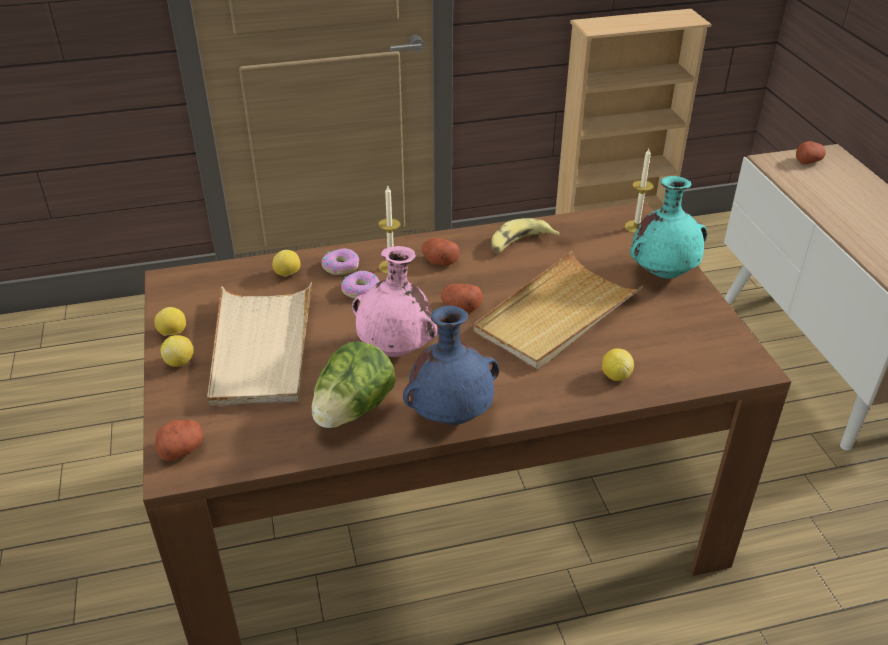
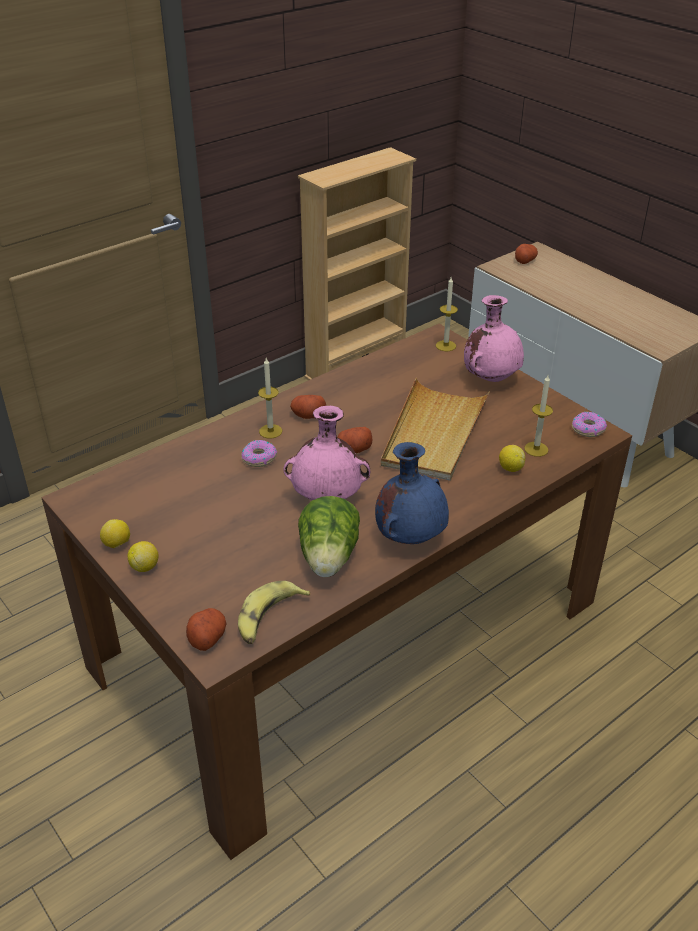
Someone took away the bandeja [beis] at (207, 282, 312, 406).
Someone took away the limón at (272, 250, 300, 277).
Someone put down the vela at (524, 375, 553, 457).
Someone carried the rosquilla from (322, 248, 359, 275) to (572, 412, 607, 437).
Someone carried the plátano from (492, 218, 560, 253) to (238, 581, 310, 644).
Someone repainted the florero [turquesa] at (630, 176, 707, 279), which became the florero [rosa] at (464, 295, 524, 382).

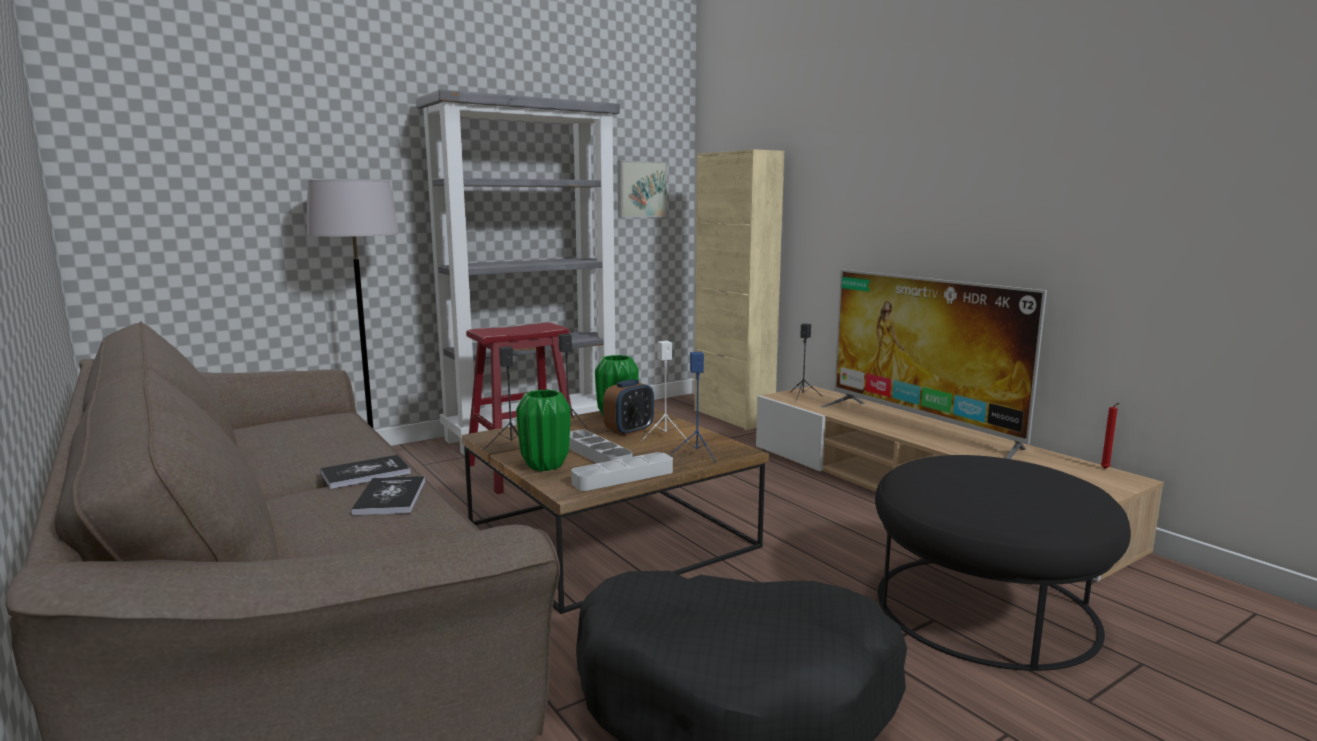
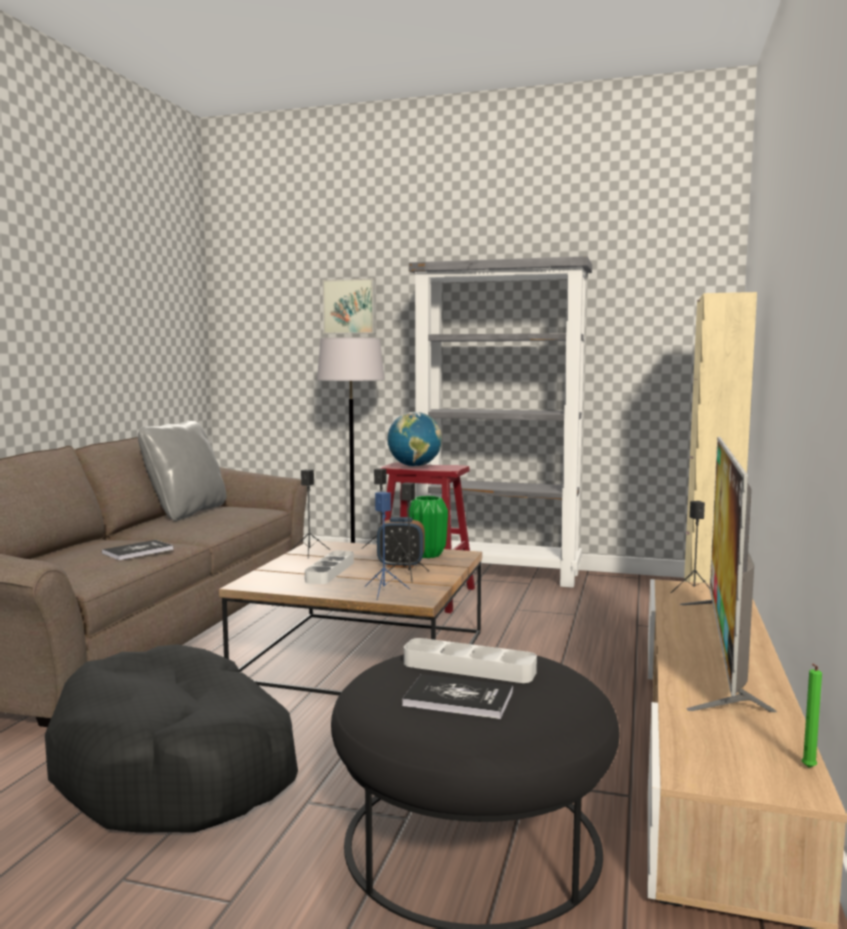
Someone took away the florero [verde] at (516, 390, 571, 471).
Someone put down the cojín [gris] at (138, 421, 227, 521).
Someone put down the globo terráqueo at (387, 412, 442, 467).
Someone carried the libro from (320, 455, 411, 489) to (402, 674, 513, 719).
Someone carried the bandeja [gris] from (571, 452, 673, 491) to (404, 638, 537, 683).
Someone carried the cuadro from (618, 160, 667, 218) to (322, 278, 376, 334).
Someone repainted the altavoz [blanco] at (641, 341, 688, 442), which became the altavoz [negro] at (386, 482, 430, 583).
Someone repainted the vela [rojo] at (1101, 403, 1119, 469), which became the vela [verde] at (802, 664, 822, 768).

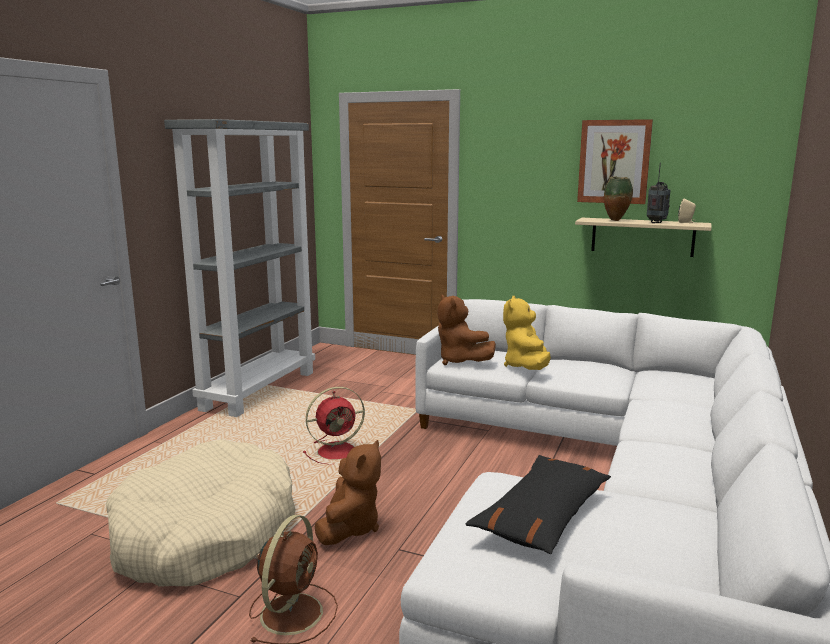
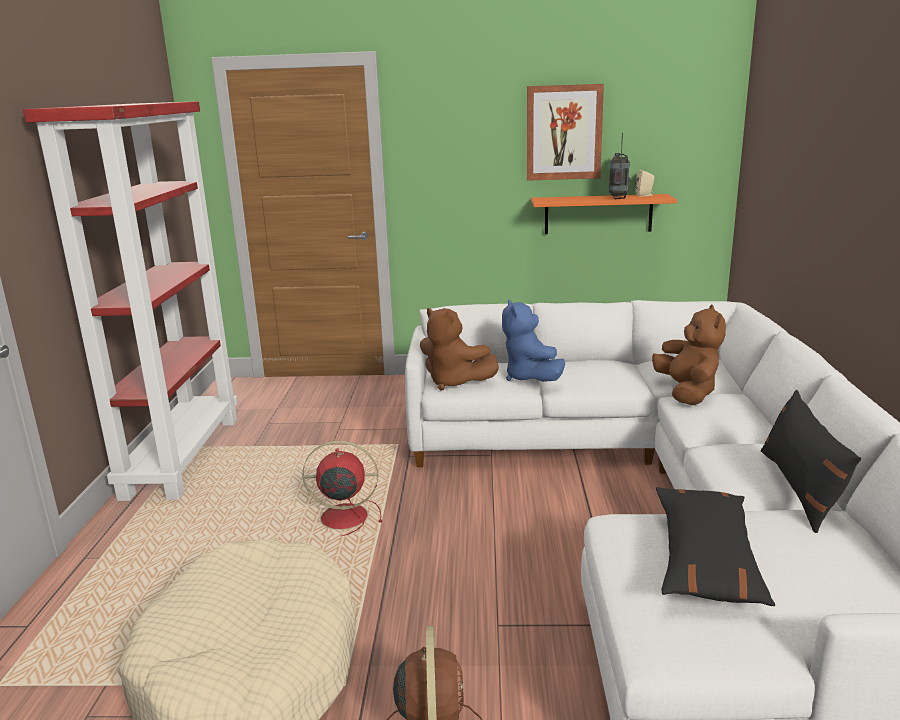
Someone took away the florero at (604, 177, 633, 221).
Someone put down the cojín [negro] at (761, 390, 861, 533).
Someone carried the peluche [marrón] from (315, 440, 381, 545) to (652, 305, 726, 405).
Someone repainted the estantería [gris] at (164, 119, 315, 417), which became the estantería [rojo] at (23, 101, 238, 501).
Someone repainted the peluche [amarillo] at (503, 296, 551, 370), which became the peluche [azul] at (502, 299, 565, 382).
Someone repainted the estante [beis] at (575, 218, 712, 257), which became the estante [naranja] at (531, 194, 677, 234).
Someone rotated the ventilador [rojo] at (303, 387, 365, 464) by 135 degrees counterclockwise.

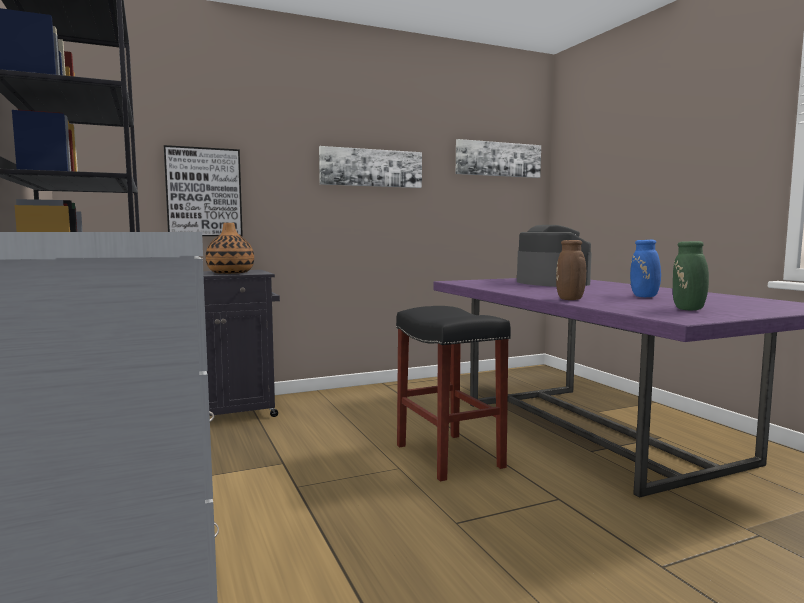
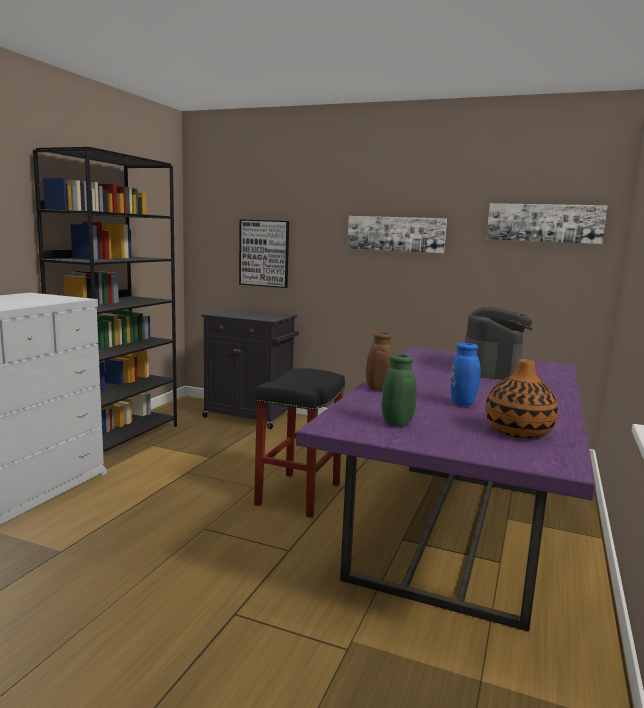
Someone carried the florero from (206, 223, 254, 274) to (486, 359, 558, 438).

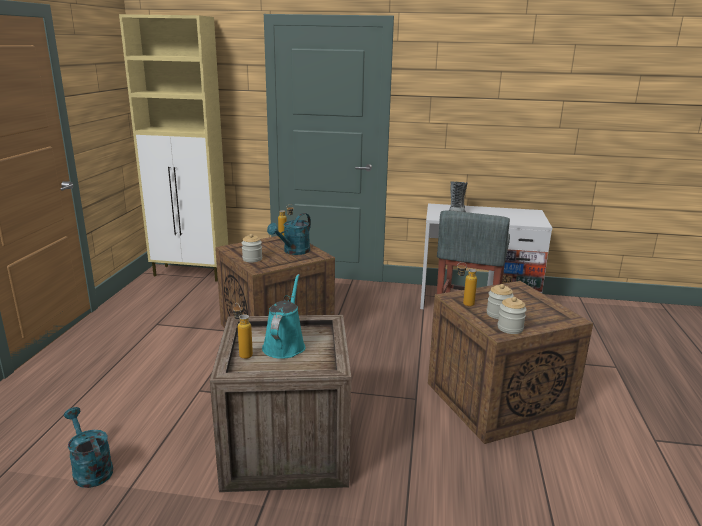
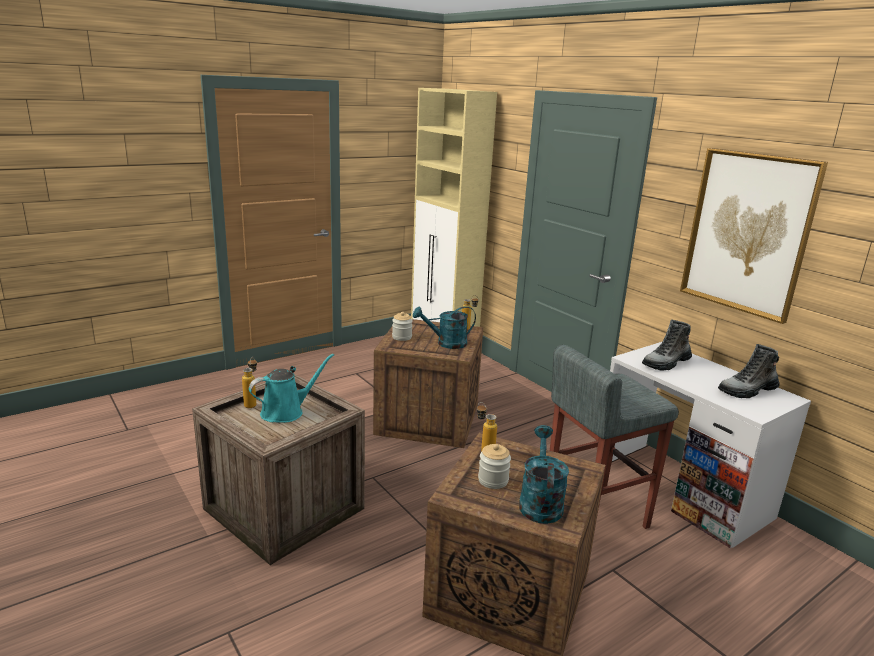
Someone took away the tarro at (498, 297, 527, 334).
Someone put up the cuadro at (680, 148, 828, 324).
Someone put down the bota at (718, 344, 780, 398).
Someone carried the regadera [turquesa] from (64, 407, 113, 488) to (519, 425, 569, 524).

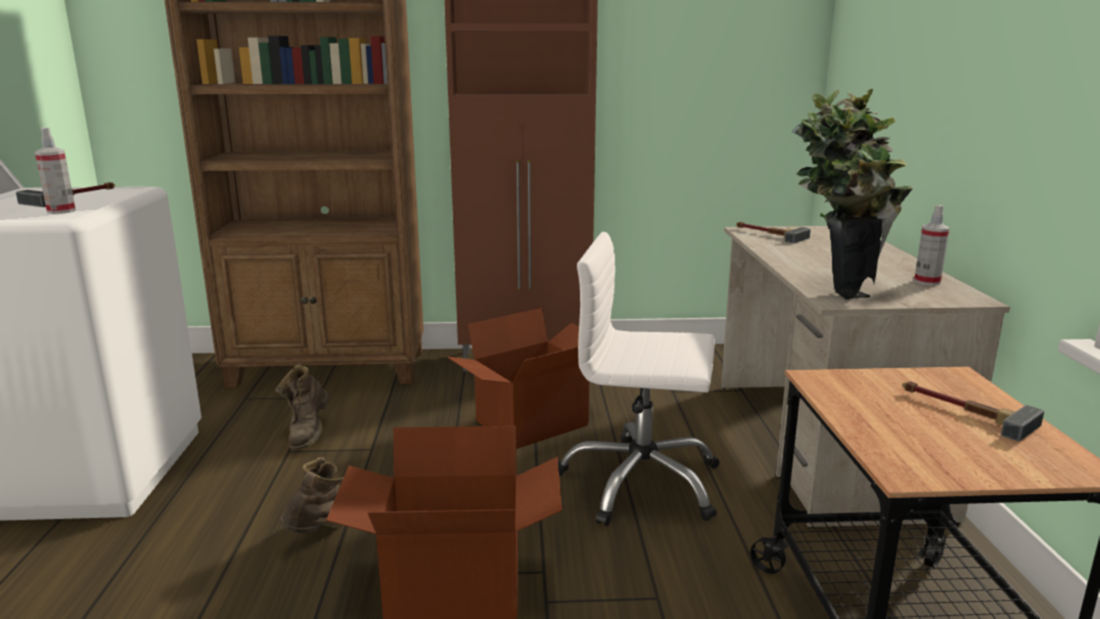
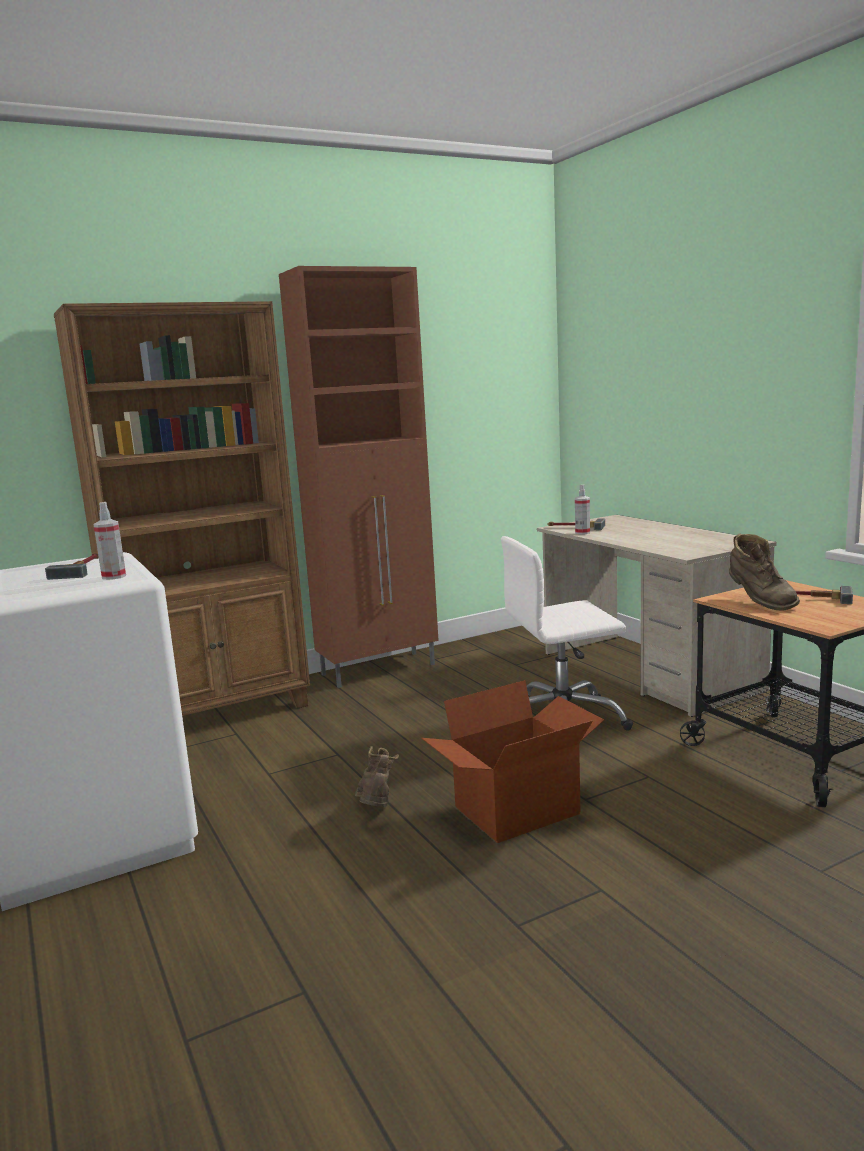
Someone took away the caja de cartón at (447, 308, 589, 449).
Someone took away the planta en maceta at (792, 89, 913, 300).
Someone carried the bota [marrón] from (275, 364, 329, 451) to (729, 533, 800, 611).
Someone carried the pulverizador from (914, 205, 950, 286) to (575, 484, 590, 535).

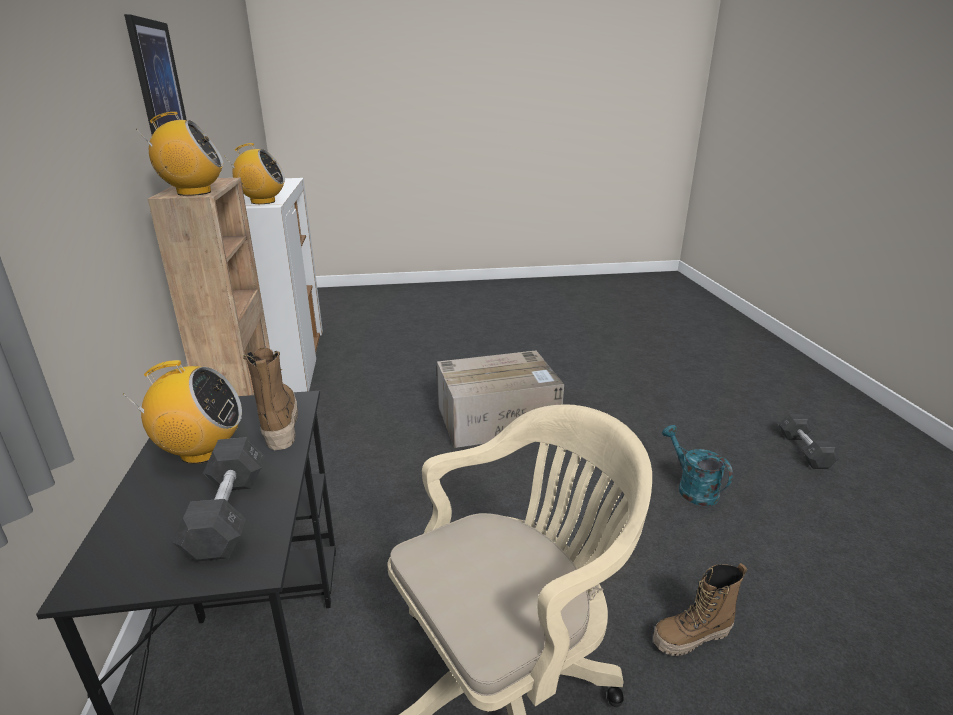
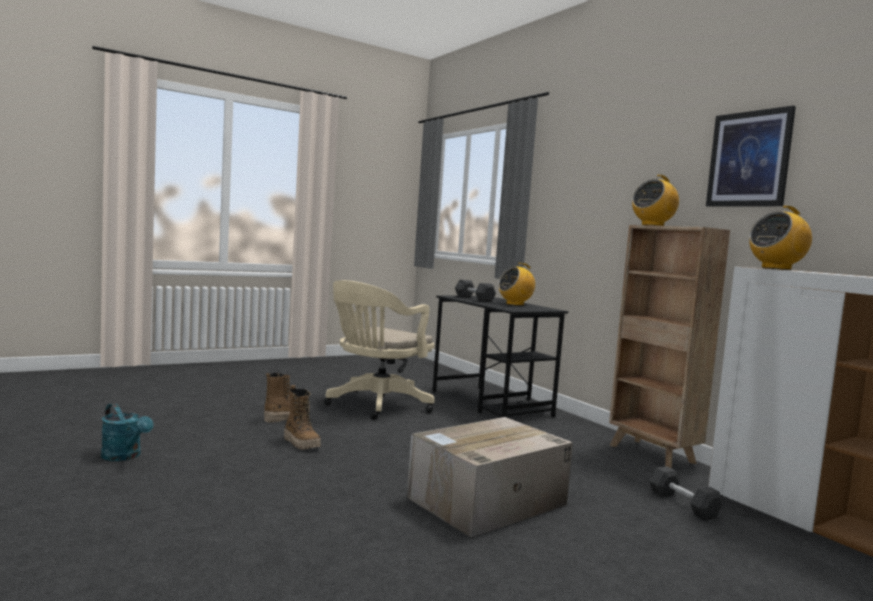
Someone carried the bota from (243, 348, 298, 451) to (284, 385, 321, 450).
Someone carried the regadera [turquesa] from (662, 425, 733, 506) to (101, 403, 153, 461).
Someone carried the mancuerna [gris] from (779, 414, 839, 469) to (649, 466, 723, 521).

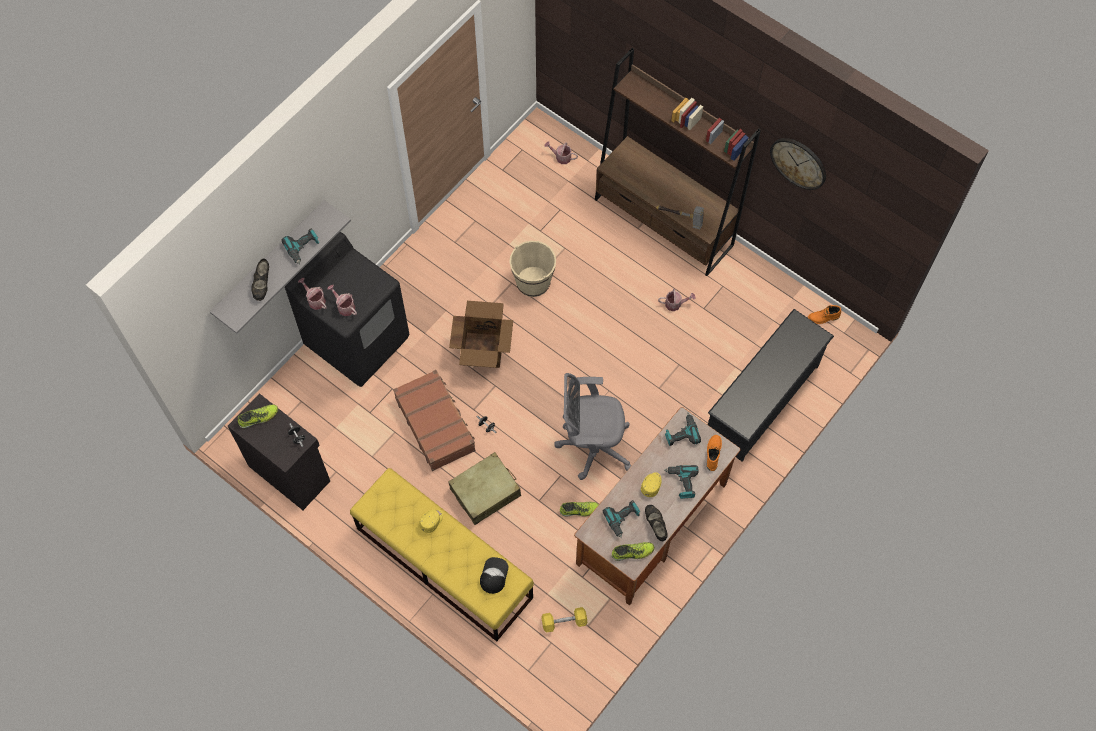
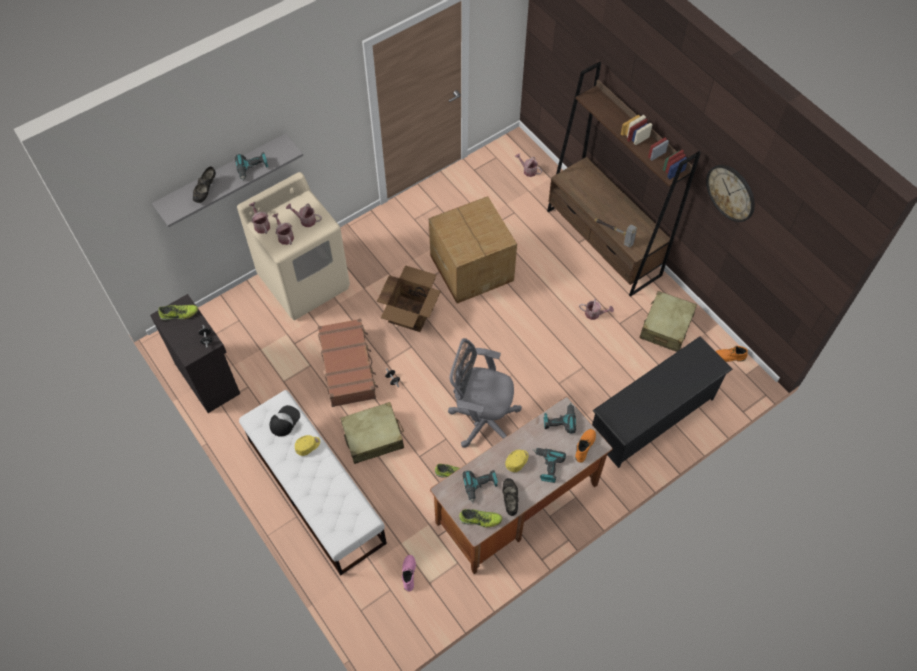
Someone put down the regadera at (286, 203, 322, 227).
Someone put down the maleta [beis] at (640, 291, 697, 352).
Someone carried the gorra from (480, 557, 508, 594) to (270, 405, 300, 437).
Someone swapped the cubo [beis] at (509, 241, 556, 297) for the caja de cartón at (429, 196, 517, 303).
Someone swapped the mancuerna [amarillo] at (541, 607, 587, 633) for the bota [rosa] at (402, 555, 416, 591).
Someone repainted the lavadora [negro] at (285, 232, 409, 387), which became the lavadora [beis] at (237, 172, 350, 320).
Someone repainted the banco [amarillo] at (350, 468, 534, 642), which became the banco [blanco] at (239, 390, 387, 575).

